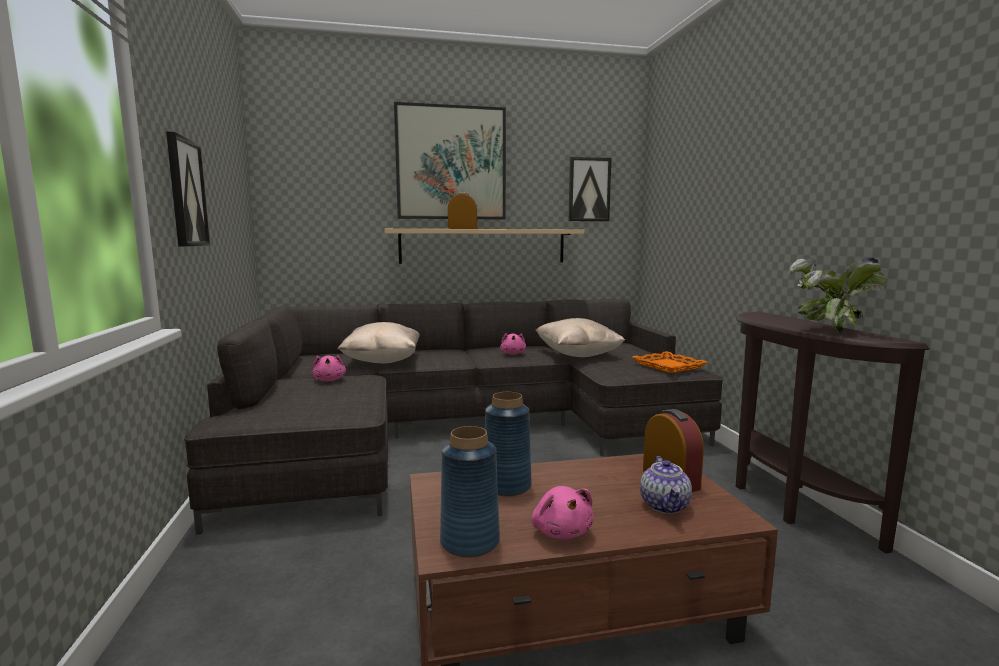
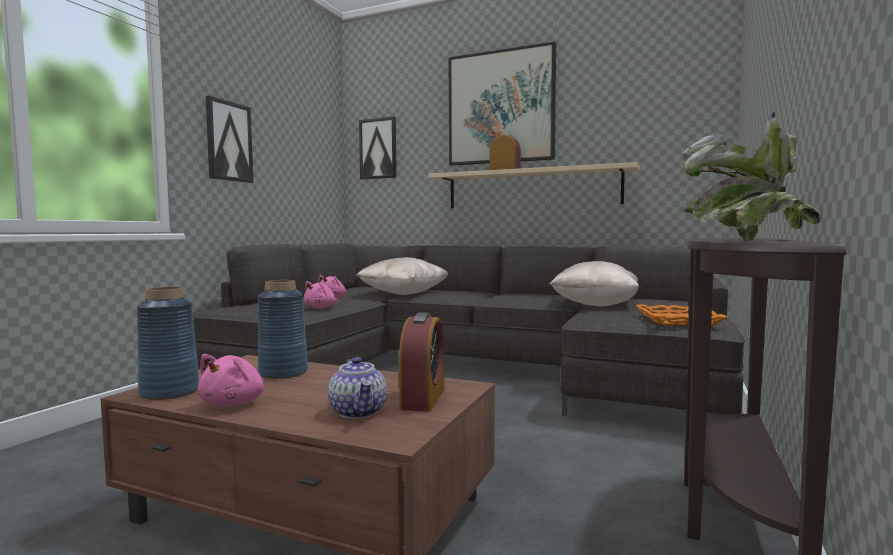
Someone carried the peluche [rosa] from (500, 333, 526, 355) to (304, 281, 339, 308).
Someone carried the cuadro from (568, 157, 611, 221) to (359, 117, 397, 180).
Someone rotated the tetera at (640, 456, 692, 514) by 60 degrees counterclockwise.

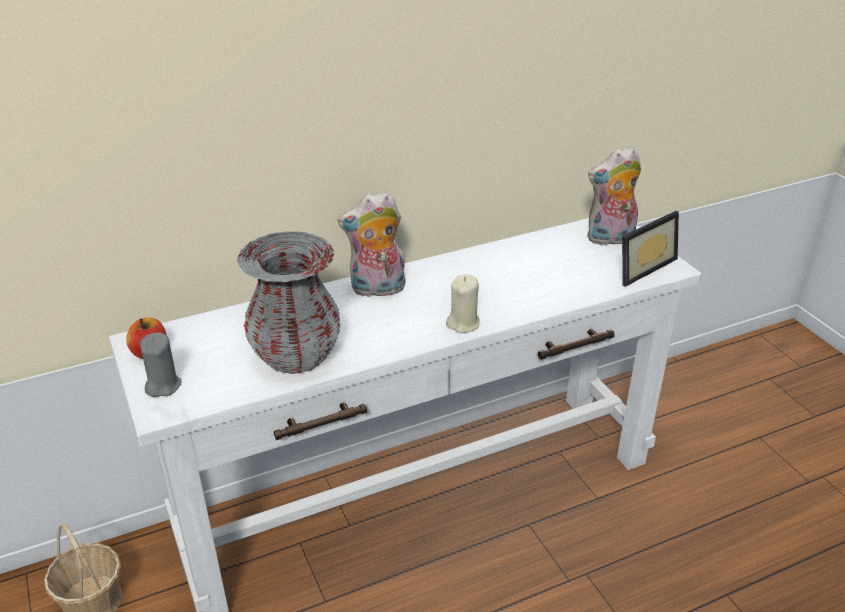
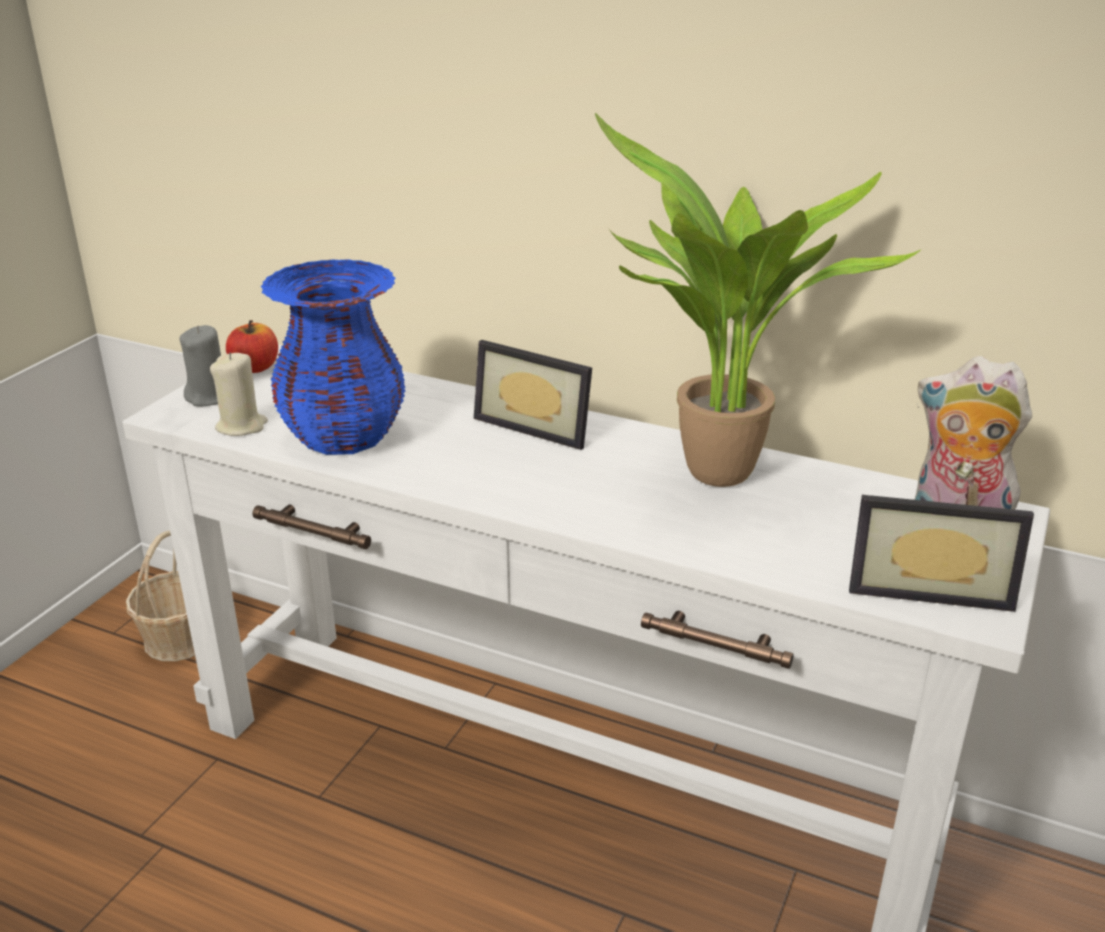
Someone put down the planta en maceta at (595, 113, 922, 487).
Someone carried the vela [beis] from (446, 274, 480, 333) to (210, 352, 268, 436).
Someone swapped the peluche at (337, 192, 406, 297) for the portarretratos at (474, 340, 592, 450).
Someone repainted the florero [gris] at (237, 231, 340, 374), which became the florero [azul] at (261, 259, 405, 455).

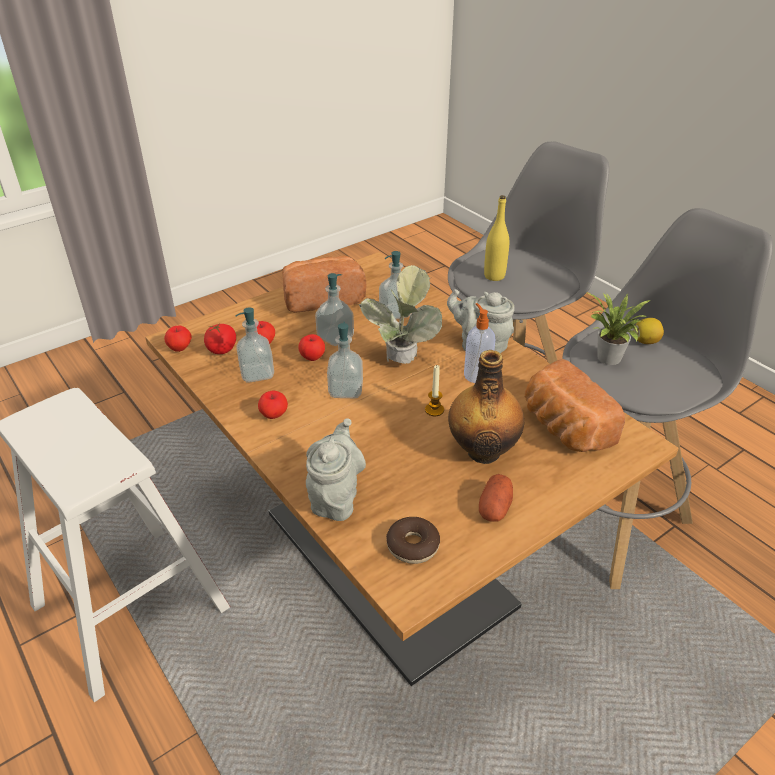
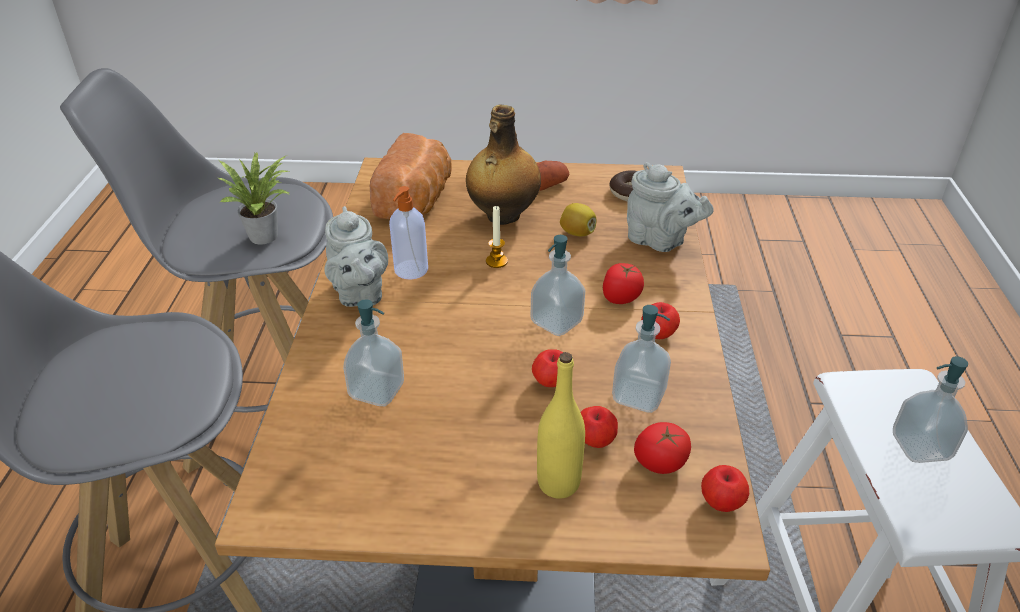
Someone took away the pan at (282, 256, 367, 313).
Someone took away the planta en maceta at (359, 265, 442, 364).
Someone put down the tomate at (603, 263, 644, 304).
Someone carried the dispensador de jabón from (315, 273, 354, 346) to (893, 356, 968, 463).
Someone carried the botella [amarillo] from (484, 195, 509, 281) to (537, 352, 585, 499).
Someone carried the limón from (634, 318, 664, 344) to (560, 203, 597, 236).
Someone rotated the tetera [gris] at (306, 418, 366, 521) by 105 degrees counterclockwise.

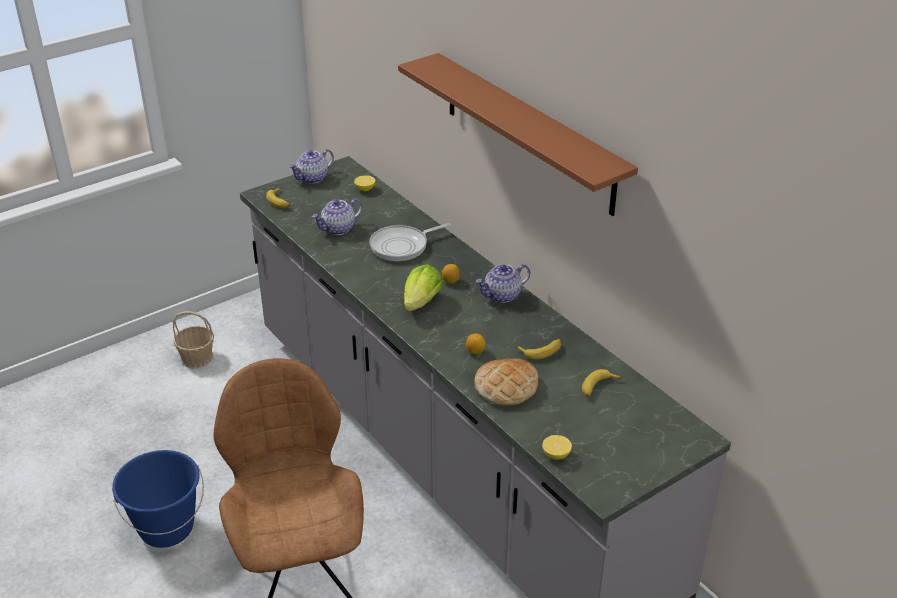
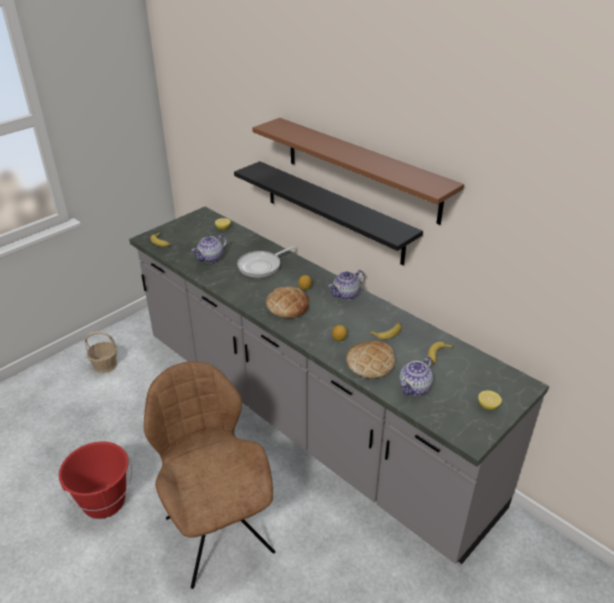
Someone put up the estante [negro] at (234, 161, 423, 265).
Someone carried the tetera from (289, 149, 334, 184) to (399, 356, 433, 396).
Someone carried the limón from (542, 435, 572, 460) to (478, 391, 502, 410).
Someone swapped the lechuga at (404, 264, 443, 311) for the pan at (266, 287, 309, 318).
Someone repainted the cubo [azul] at (112, 450, 204, 548), which became the cubo [rojo] at (59, 441, 132, 519).

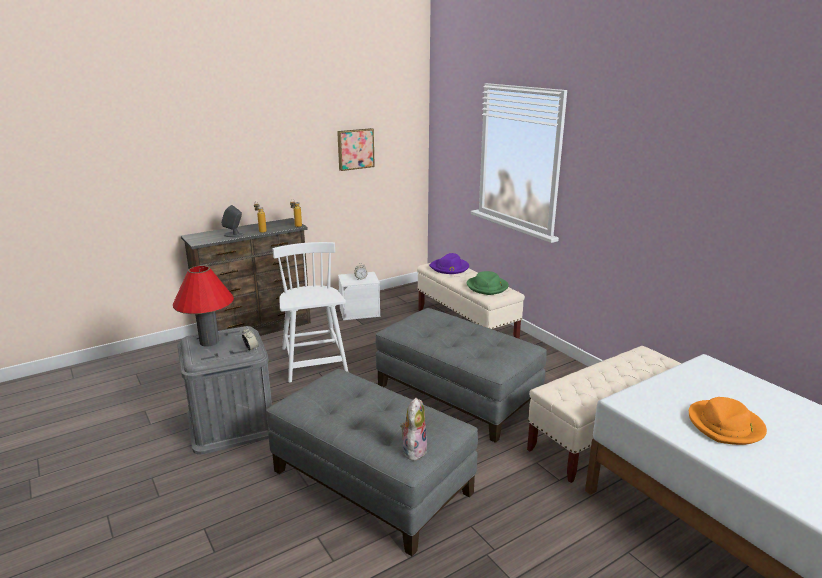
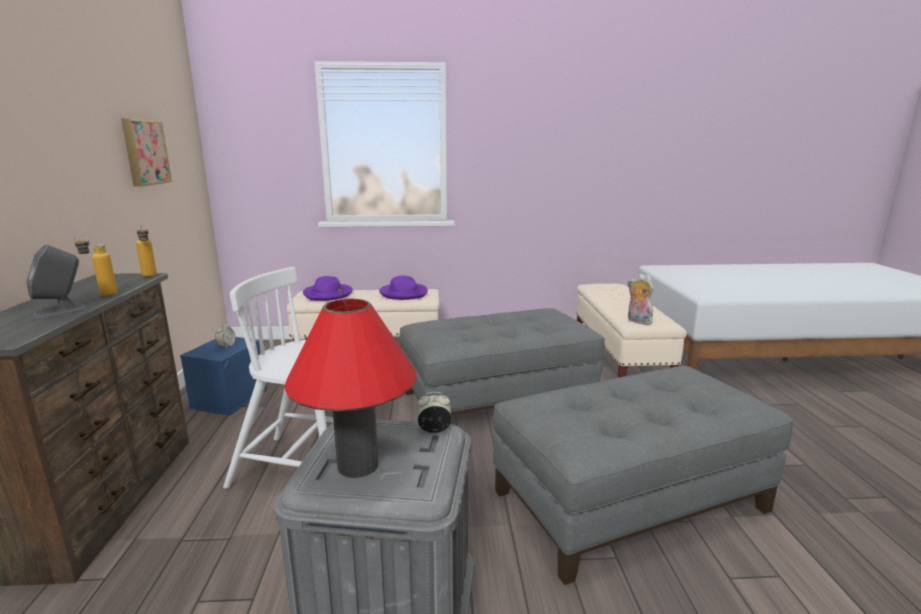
Someone took away the sombrero [naranja] at (689, 397, 767, 445).
Someone carried the peluche from (400, 398, 427, 461) to (628, 274, 654, 325).
Someone repainted the caja de almacenaje [blanco] at (338, 272, 380, 320), which became the caja de almacenaje [azul] at (180, 337, 267, 416).
Someone repainted the sombrero [verde] at (467, 271, 509, 295), which became the sombrero [morado] at (379, 276, 428, 300).

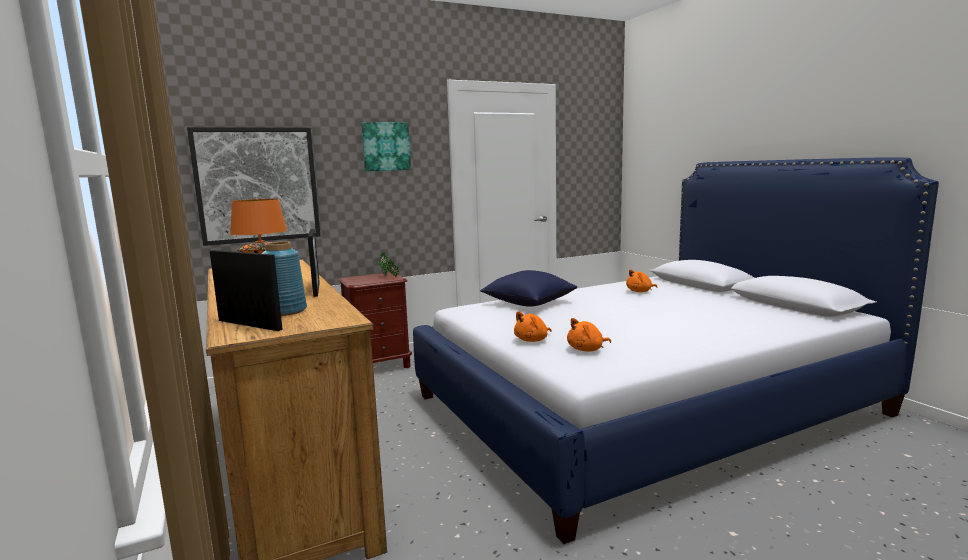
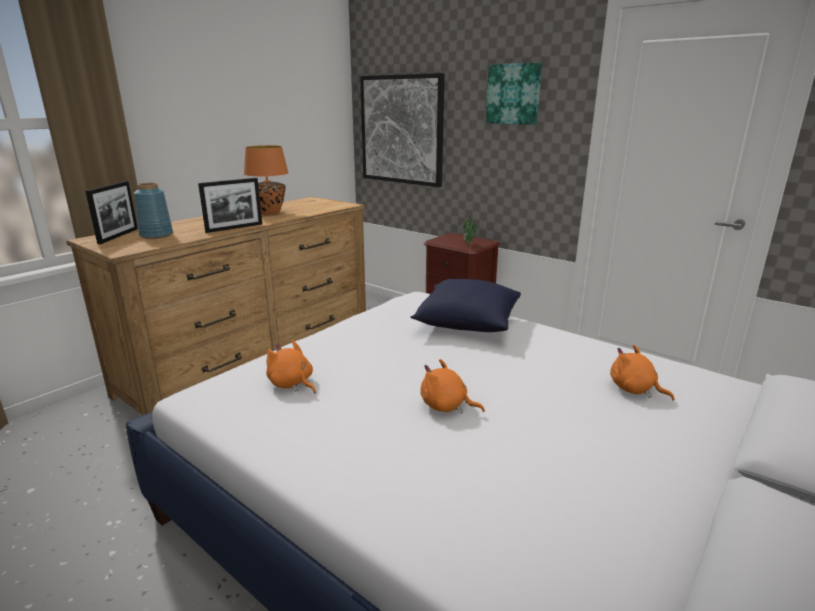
Someone carried the peluche [naranja] from (514, 311, 552, 342) to (420, 359, 485, 414).

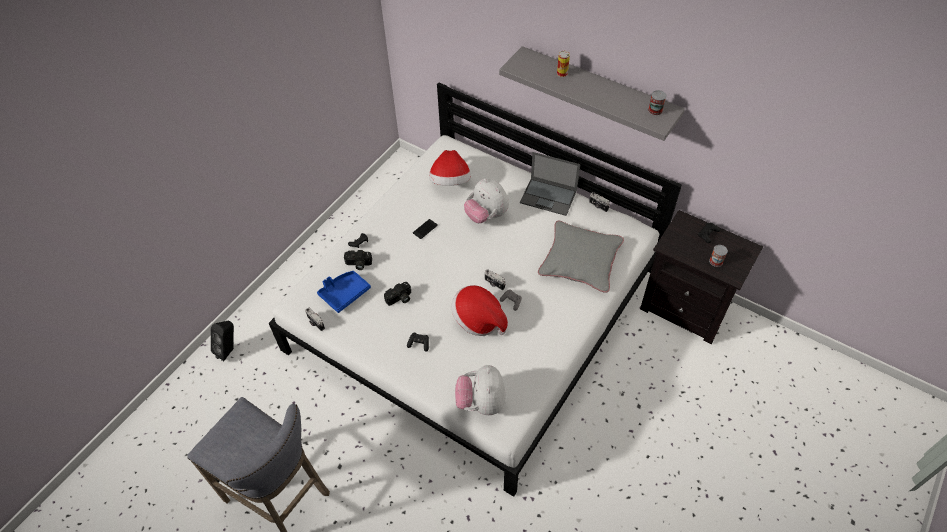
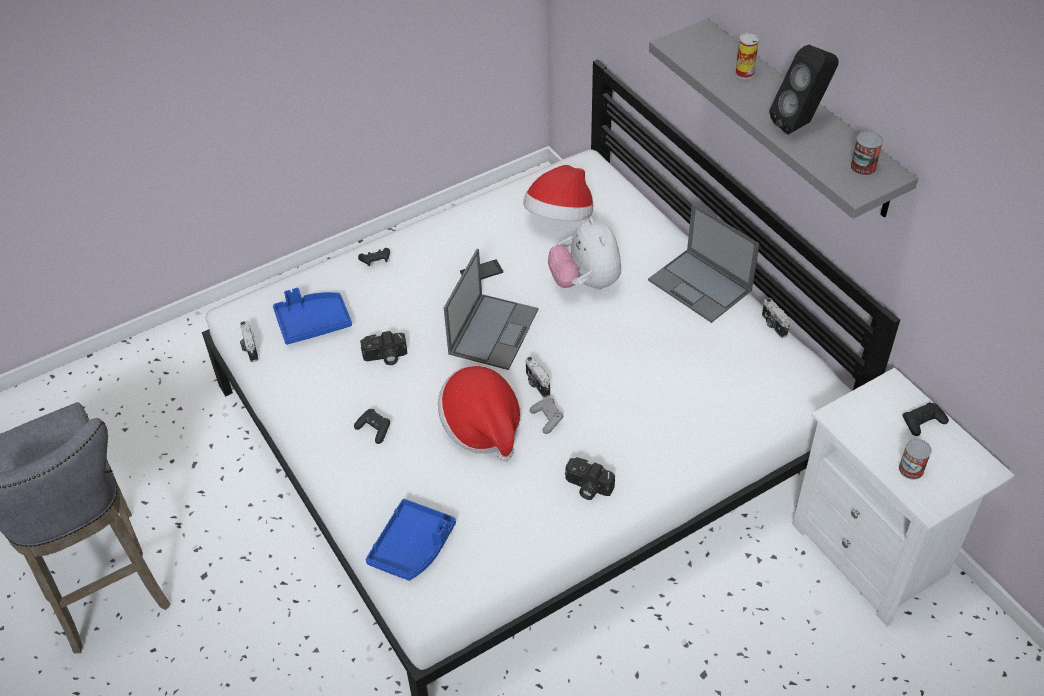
Someone took away the cojín [gris] at (538, 221, 624, 293).
Someone put down the portátil at (444, 249, 538, 370).
Someone carried the altavoz [negro] from (211, 321, 234, 361) to (770, 45, 838, 135).
Someone carried the cámara from (344, 250, 372, 270) to (565, 457, 615, 500).
Someone swapped the peluche at (455, 365, 506, 415) for the bandeja [azul] at (366, 499, 456, 581).
Someone repainted the mesita de noche [negro] at (640, 210, 763, 344), which became the mesita de noche [blanco] at (792, 367, 1015, 627).

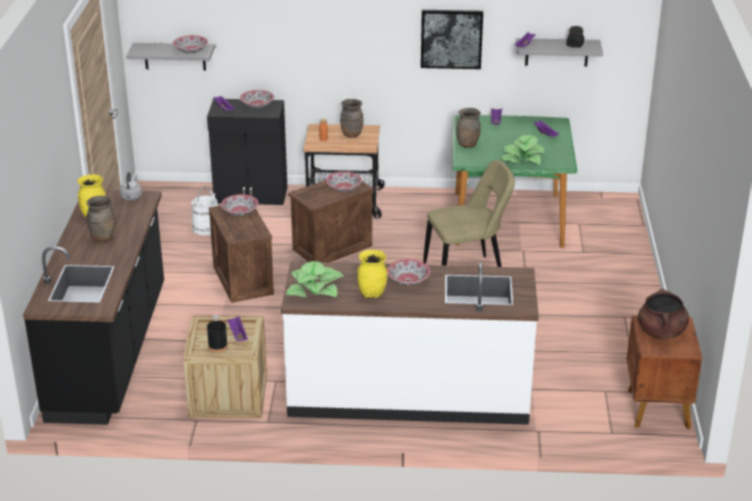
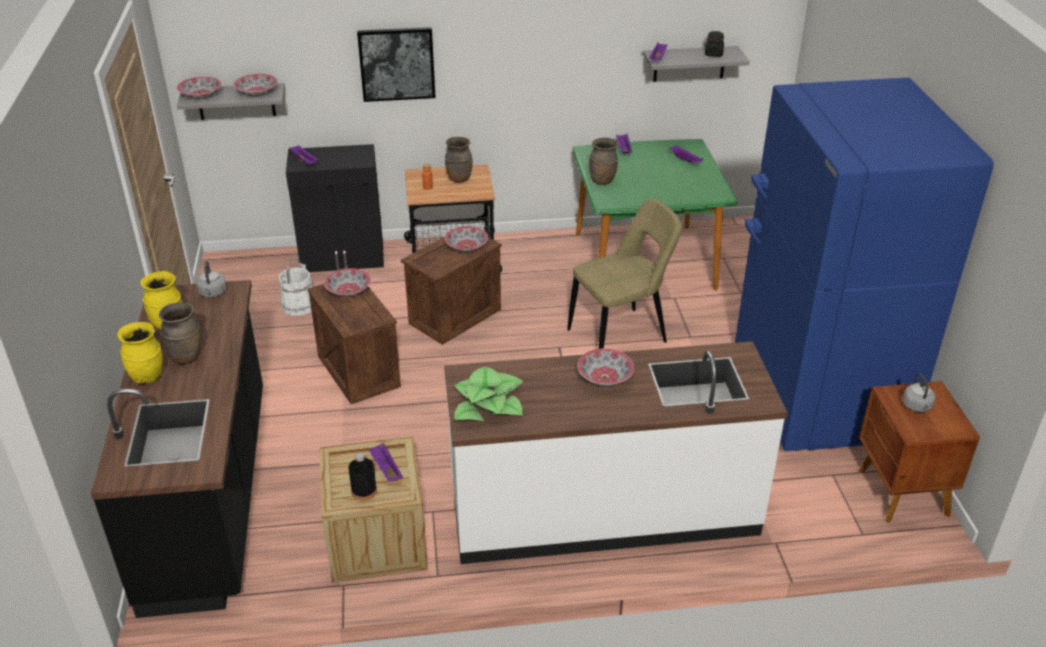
Someone took away the planta en maceta at (501, 135, 545, 165).
Someone put down the nevera [azul] at (735, 78, 994, 451).
Someone carried the cuenco from (240, 90, 274, 108) to (177, 77, 221, 99).
Someone carried the florero [amarillo] from (357, 250, 387, 298) to (117, 322, 163, 384).
Someone carried the cuadro from (421, 10, 483, 69) to (357, 27, 436, 102).
Someone swapped the olla [marrón] at (638, 289, 689, 340) for the hervidor [gris] at (903, 373, 935, 412).

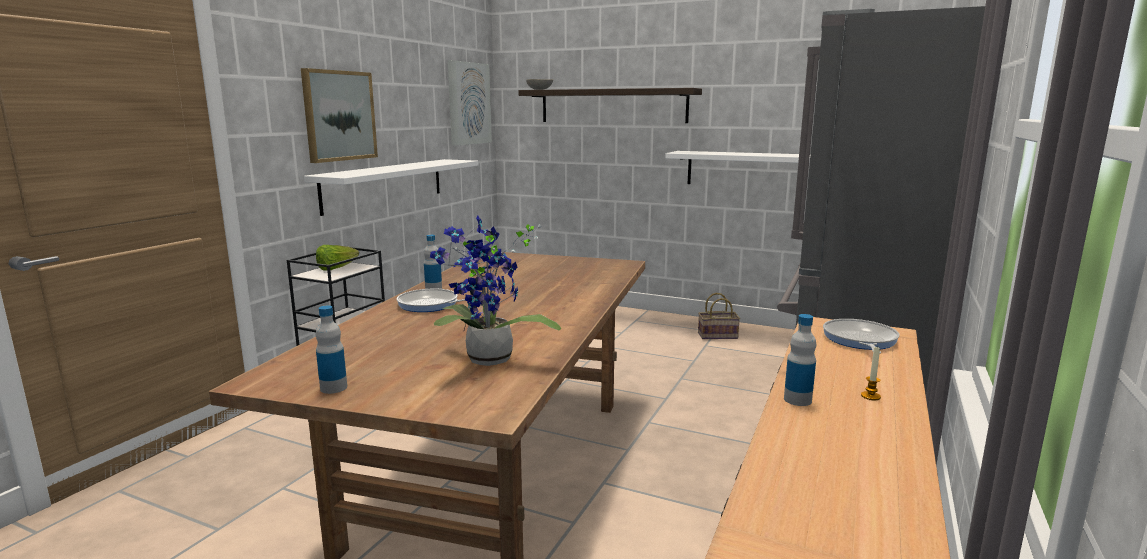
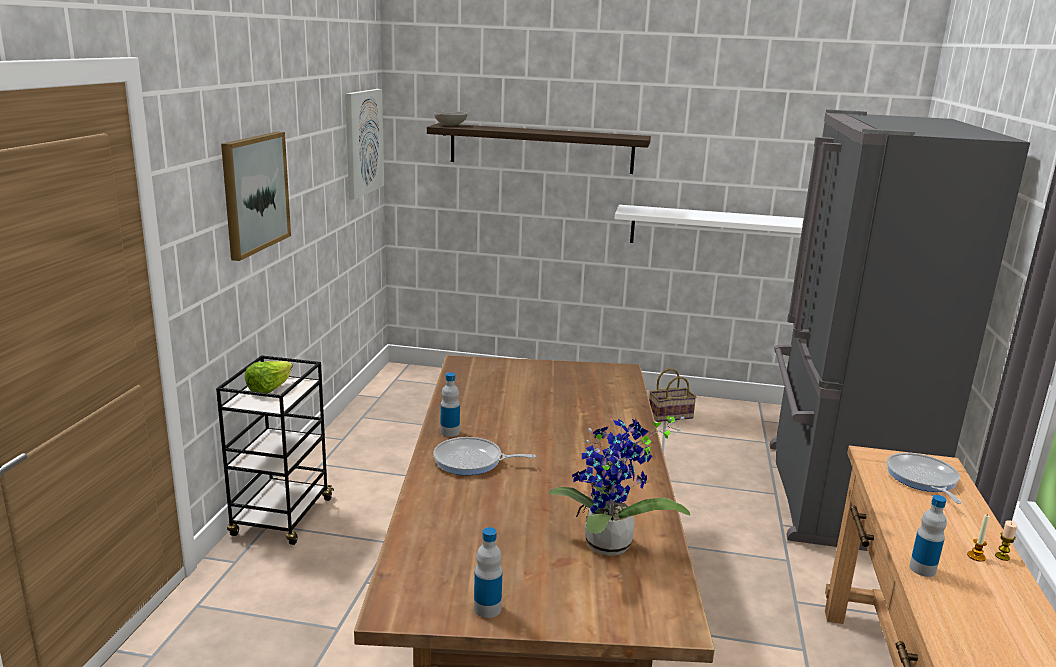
Someone took away the estante [blanco] at (304, 159, 478, 216).
Someone put down the vela at (995, 520, 1018, 561).

